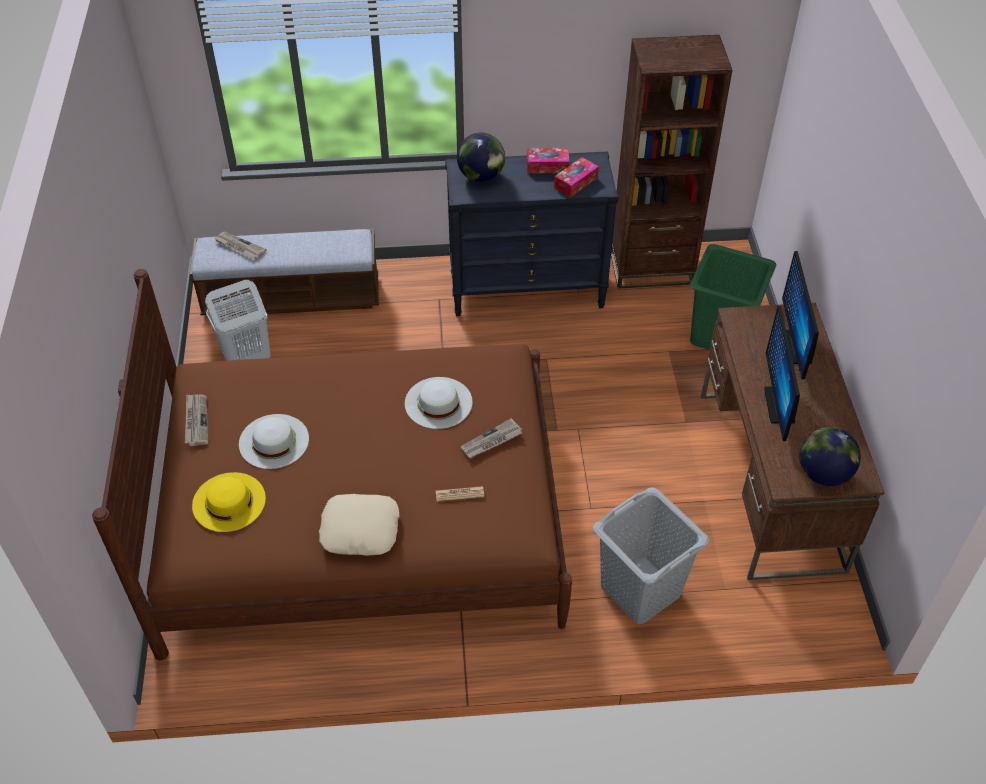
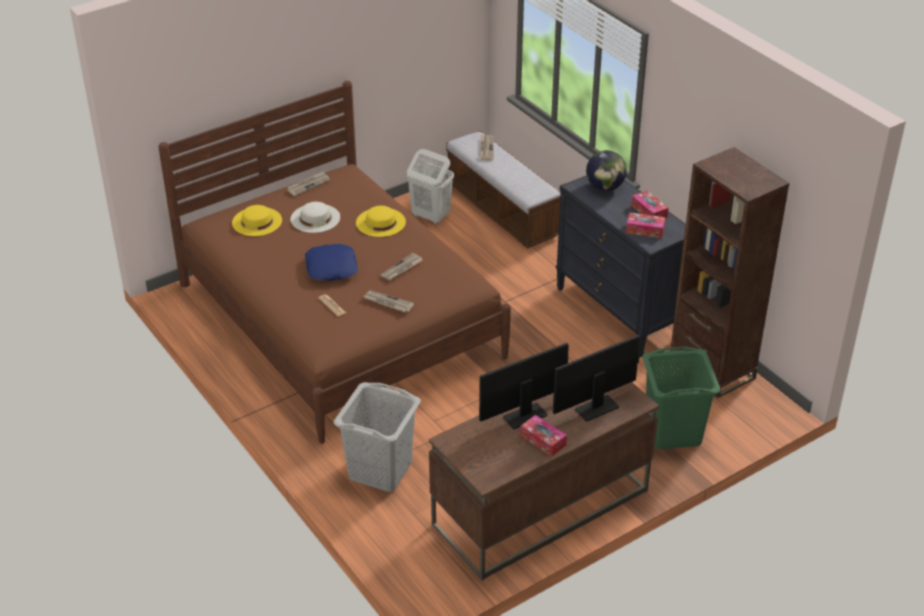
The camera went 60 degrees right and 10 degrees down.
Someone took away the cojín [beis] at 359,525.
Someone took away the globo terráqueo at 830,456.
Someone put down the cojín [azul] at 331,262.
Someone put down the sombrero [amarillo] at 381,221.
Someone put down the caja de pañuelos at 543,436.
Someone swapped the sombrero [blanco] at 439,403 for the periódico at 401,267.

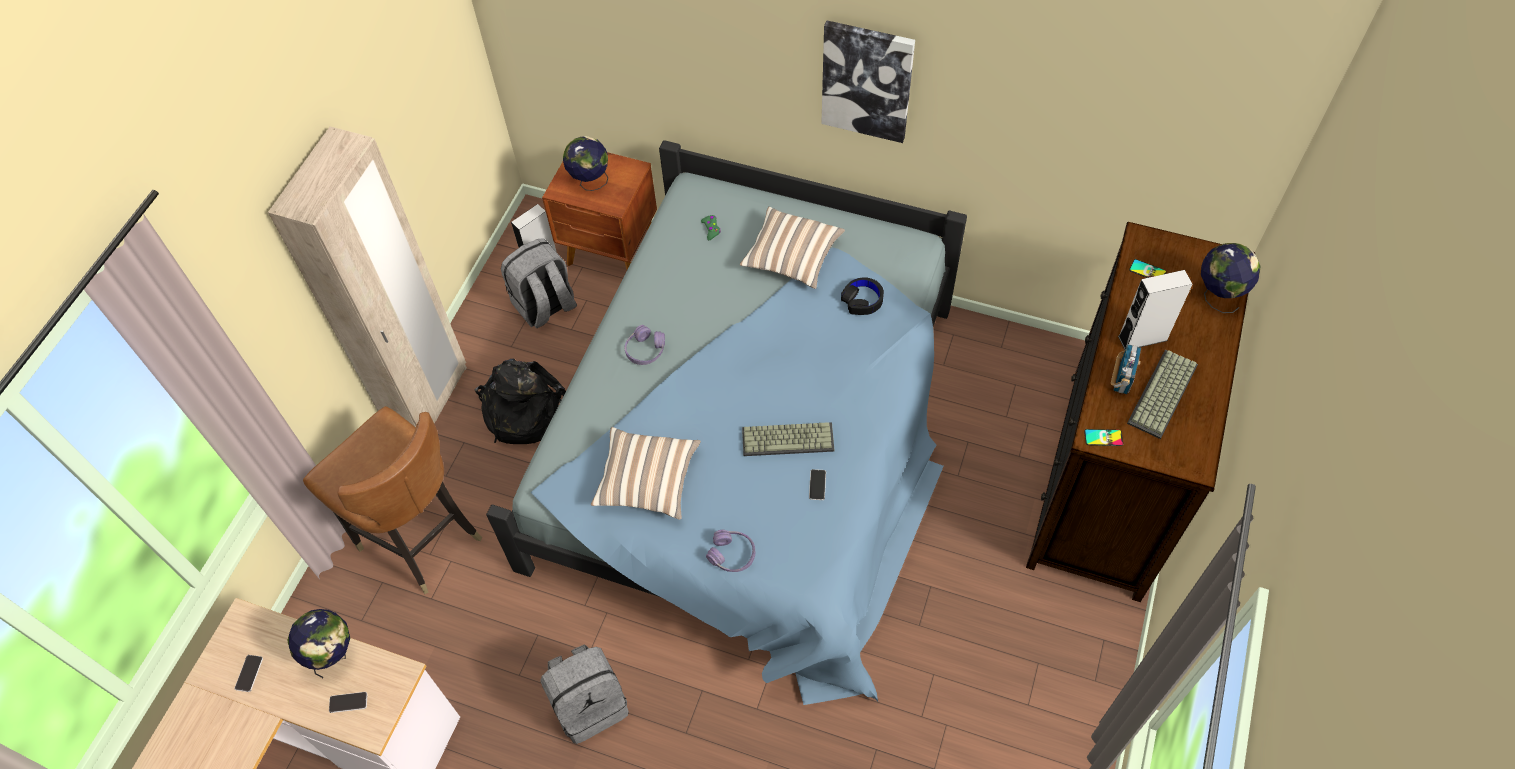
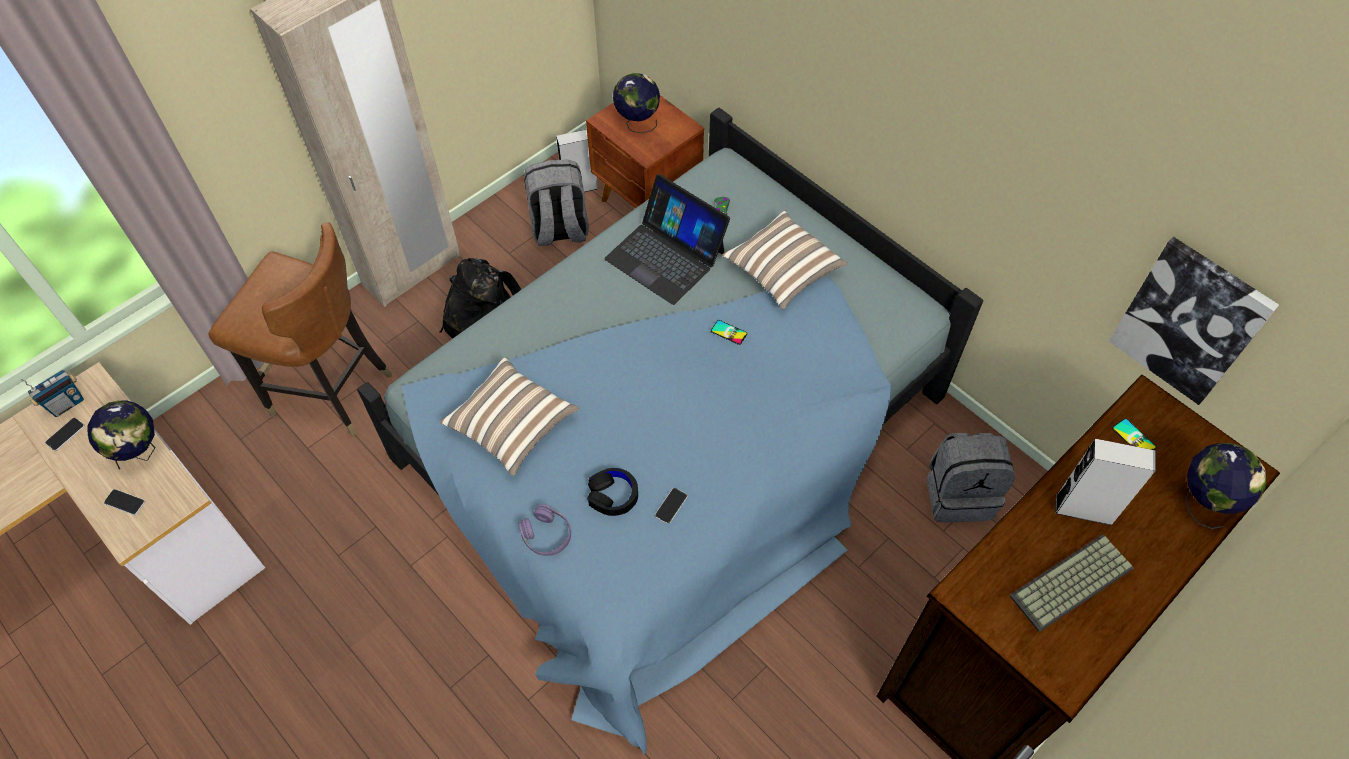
The camera went 25 degrees right and 0 degrees up.
Someone took away the auriculares [morado] at 645,345.
Someone took away the teclado at 788,439.
Someone put down the portátil at 667,239.
Someone carried the mochila [gris] from 584,694 to 971,478.
Someone carried the cuadro from 868,82 to 1194,321.
Someone carried the auriculares [negro] from 862,296 to 612,492.
Someone carried the móvil from 1103,437 to 729,332.
Someone carried the radio from 1126,369 to 52,393.
Someone rotated the silla [marrón] at 392,500 by 45 degrees counterclockwise.

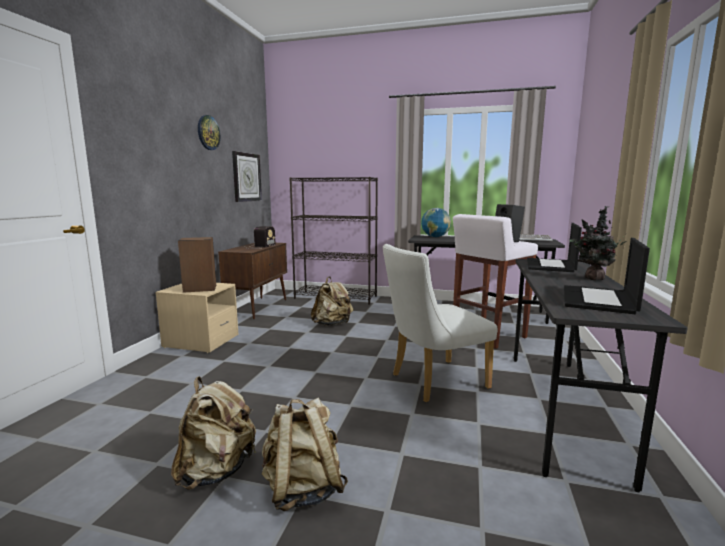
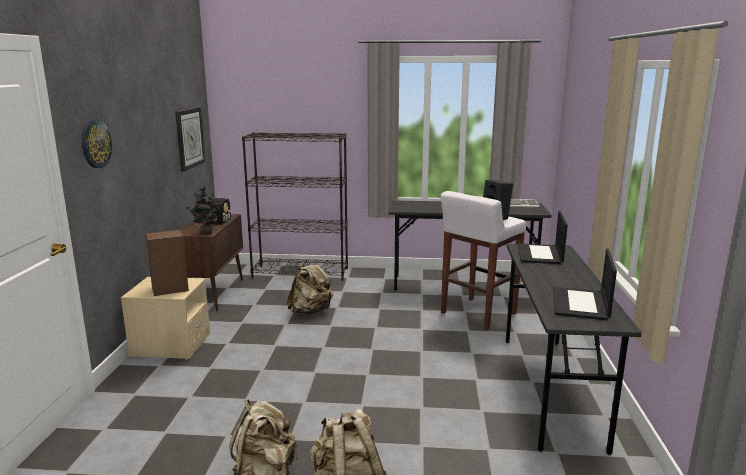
The camera went 10 degrees left and 5 degrees up.
Someone took away the silla [blanco] at 440,323.
Someone took away the globo terráqueo at 436,222.
Someone carried the reloj de pared from 209,132 to 97,143.
Someone carried the planta en maceta from 598,243 to 203,209.

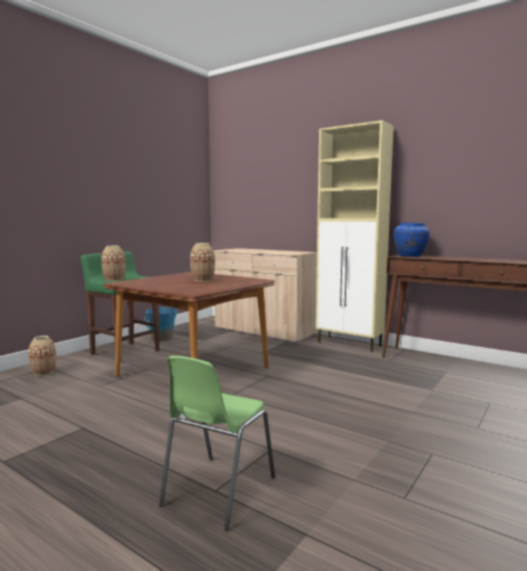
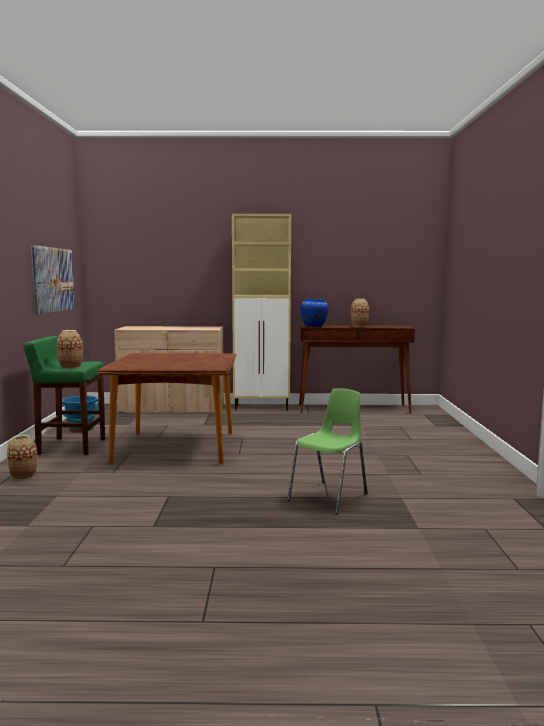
The camera went 35 degrees left and 0 degrees up.
Someone put up the cuadro at 53,279.
Someone carried the florero from 202,262 to 360,313.
Someone rotated the silla [verde] at 217,443 by 135 degrees counterclockwise.

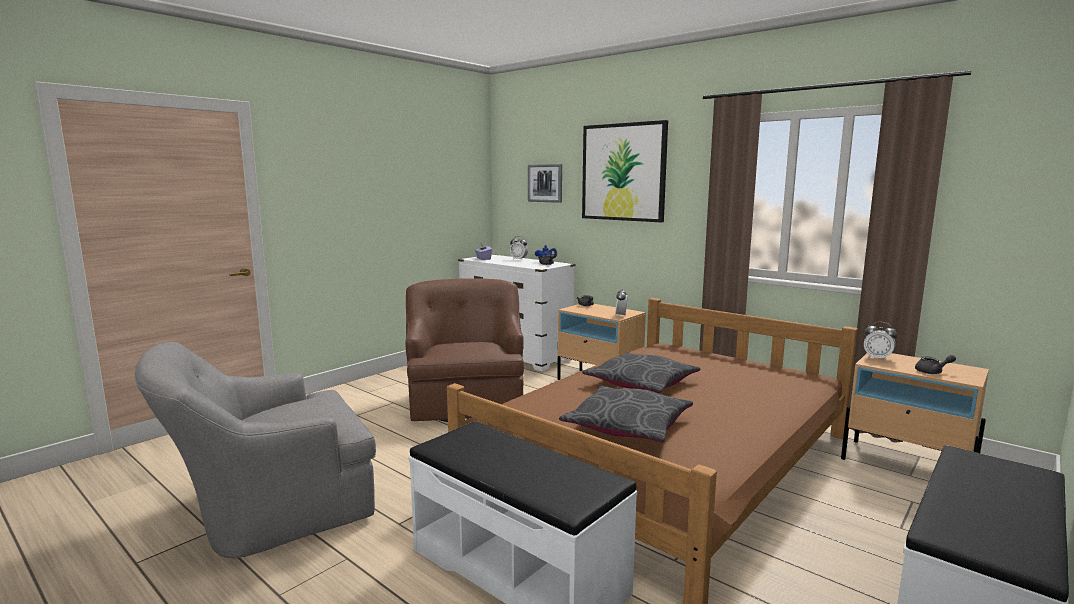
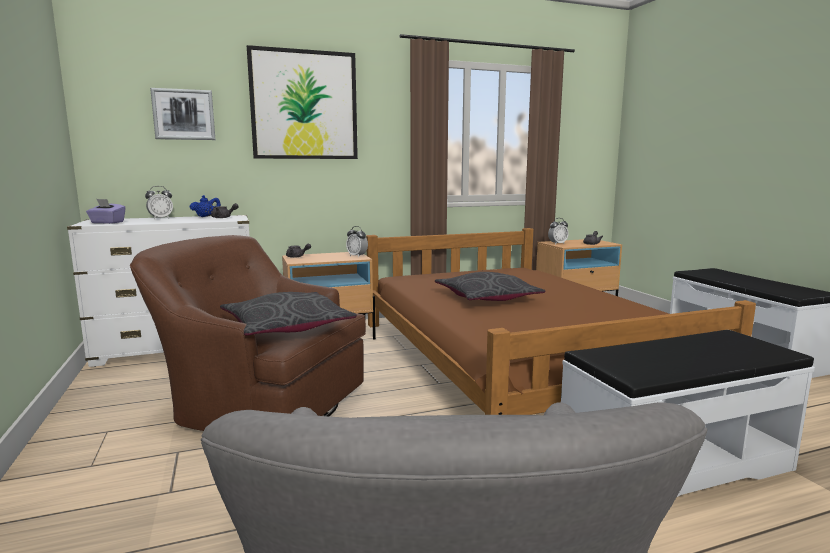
The camera went 60 degrees left and 0 degrees up.
Someone carried the cojín [gris] from 626,413 to 288,313.

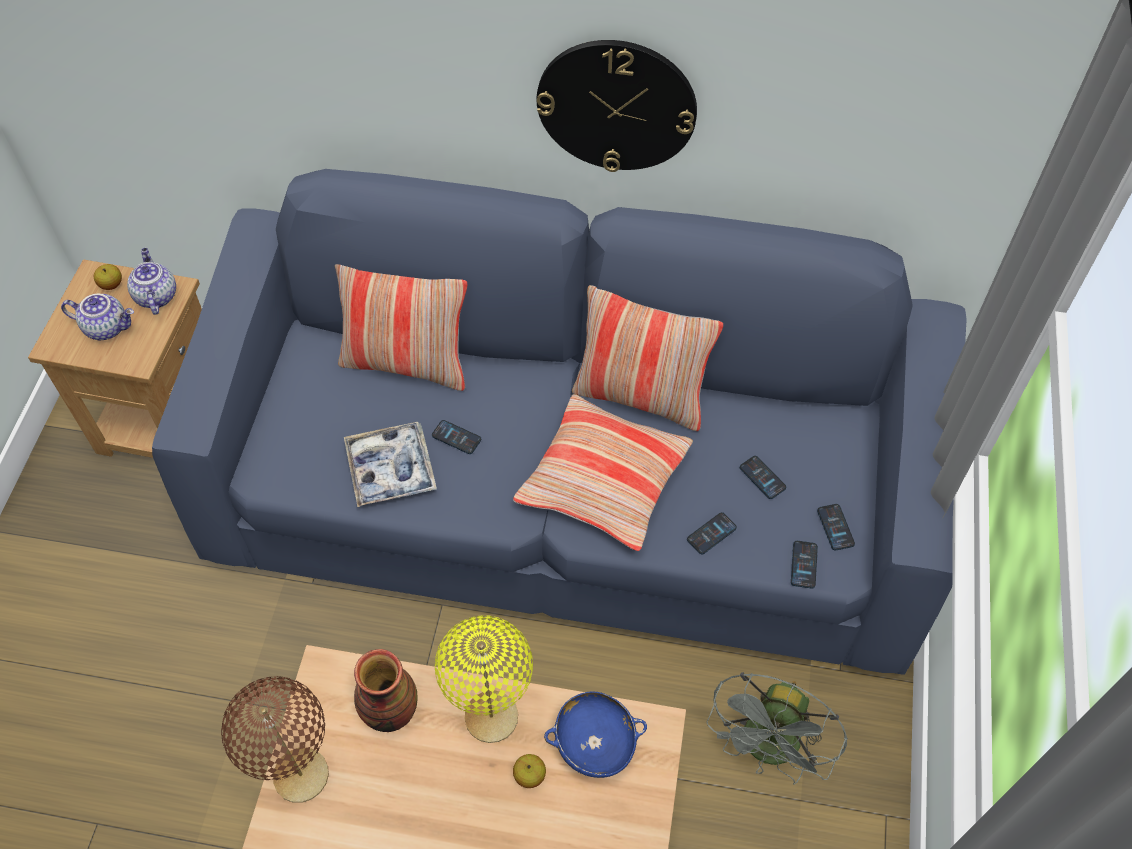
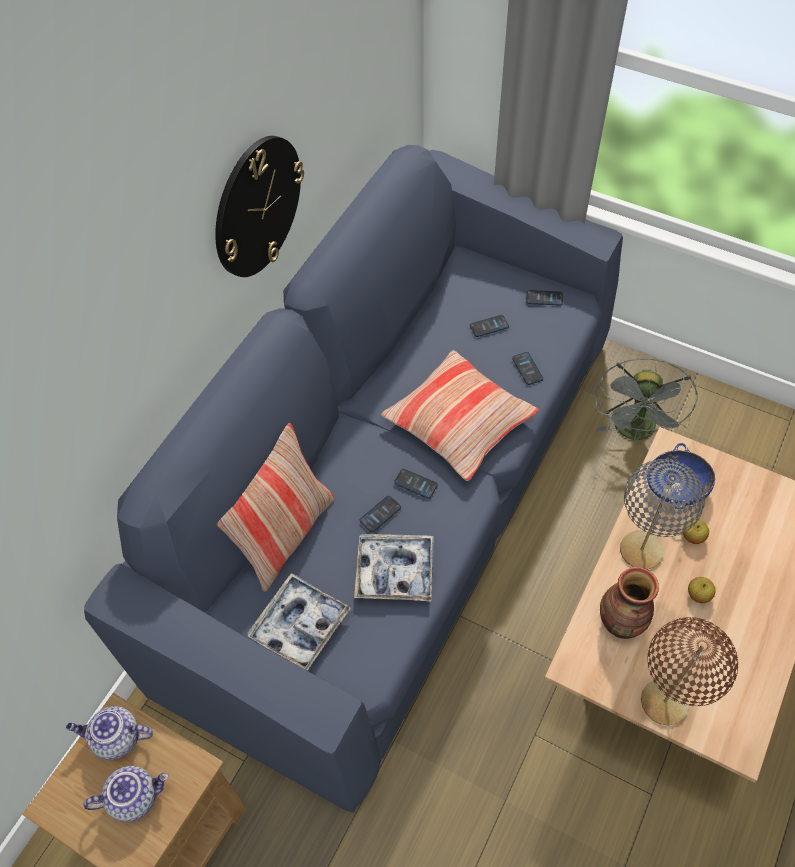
The camera went 70 degrees left and 0 degrees up.
Someone took away the cojín at 647,358.
Someone put down the bandeja at 299,622.
Someone carried the manzana from 108,277 to 702,590.
Someone carried the móvil from 804,565 to 416,484.
Someone repainted the lámpara de mesa [amarillo] at 484,679, which became the lámpara de mesa [gris] at 662,514.
Someone rotated the tetera at 97,317 by 45 degrees clockwise.
Someone rotated the ventilador [gris] at 777,728 by 60 degrees clockwise.

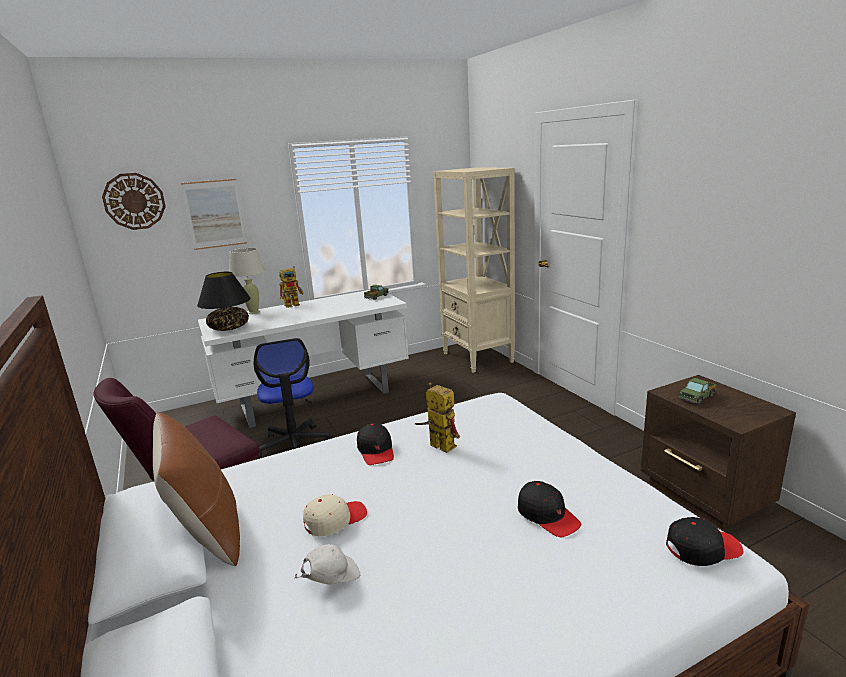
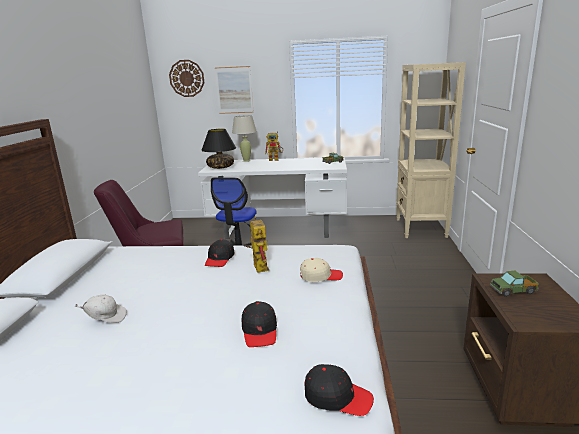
The camera went 30 degrees right and 0 degrees up.
Someone took away the cojín [marrón] at 196,489.
Someone carried the gorra [beis] from 335,515 to 321,270.

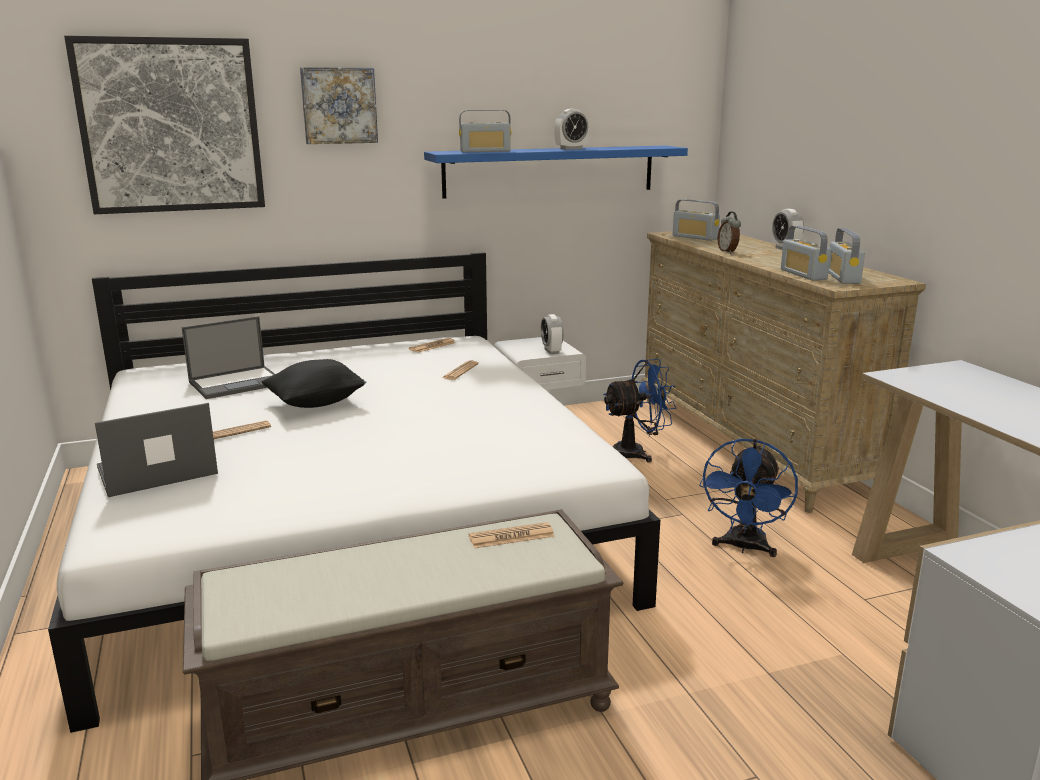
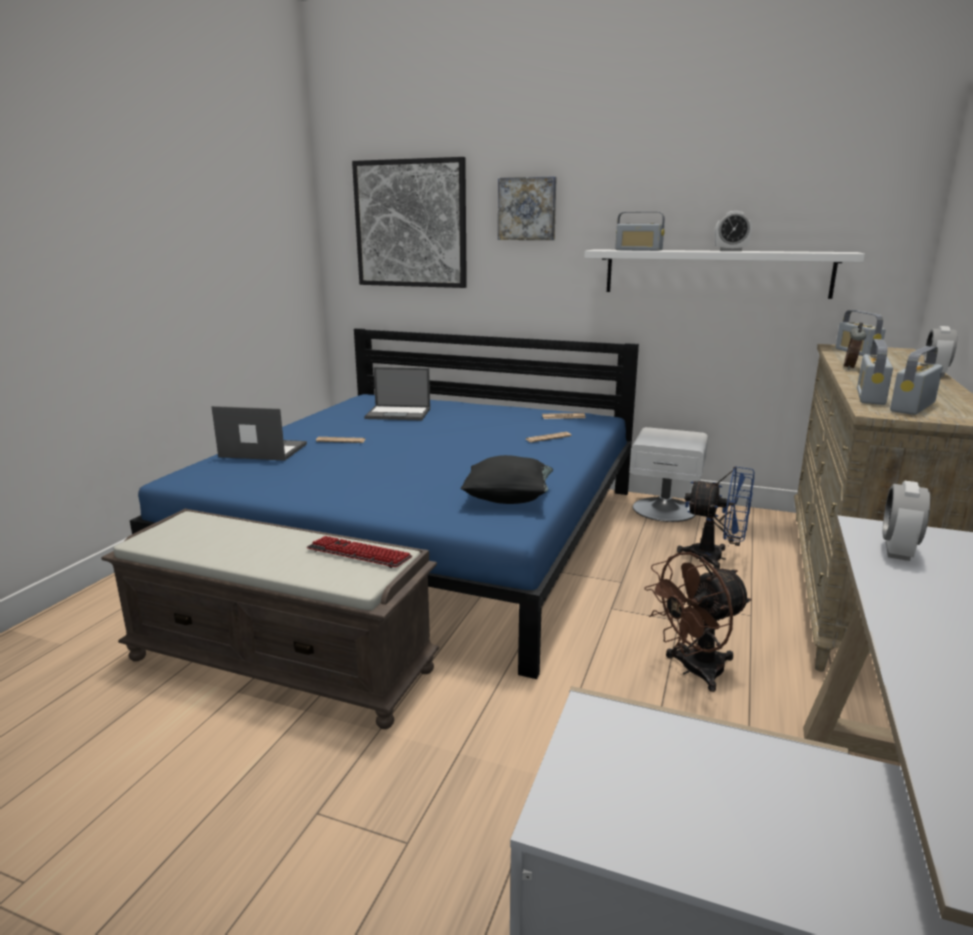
The camera went 40 degrees right and 0 degrees up.
Someone carried the cojín [negro] from 314,383 to 506,479.
Someone carried the despertador from 552,334 to 906,521.
Someone swapped the periódico at 512,535 for the teclado at 359,552.
Someone repainted the cama [blanco] at 354,492, which became the cama [azul] at 384,503.
Someone repainted the estante [azul] at 556,172, which became the estante [blanco] at 724,274.
Someone repainted the ventilador [azul] at 748,498, which became the ventilador [marrón] at 697,622.

